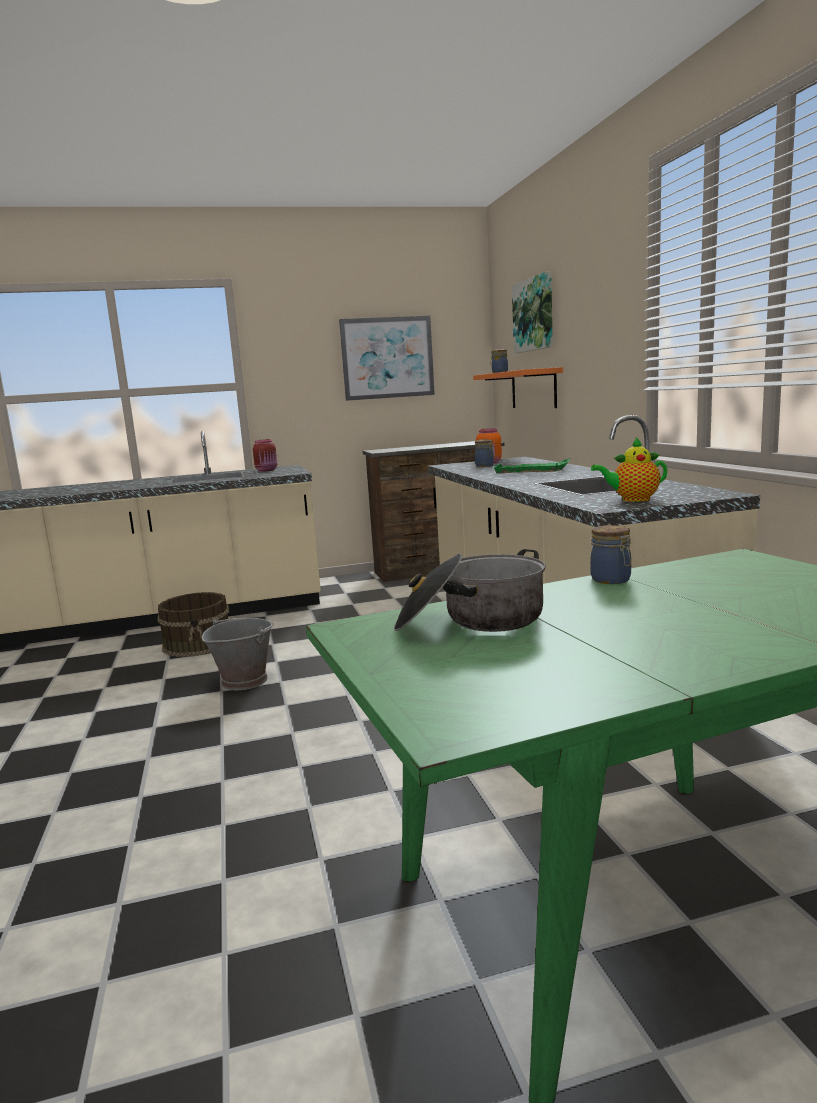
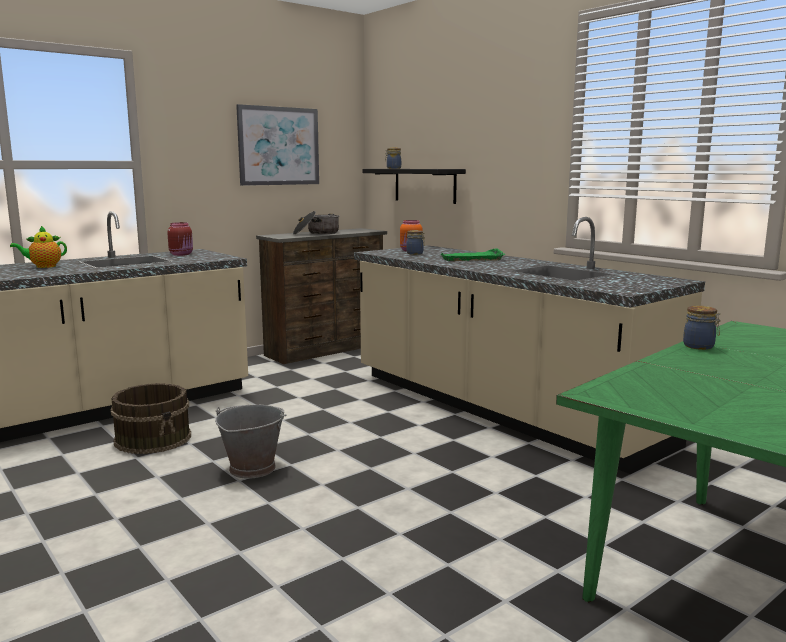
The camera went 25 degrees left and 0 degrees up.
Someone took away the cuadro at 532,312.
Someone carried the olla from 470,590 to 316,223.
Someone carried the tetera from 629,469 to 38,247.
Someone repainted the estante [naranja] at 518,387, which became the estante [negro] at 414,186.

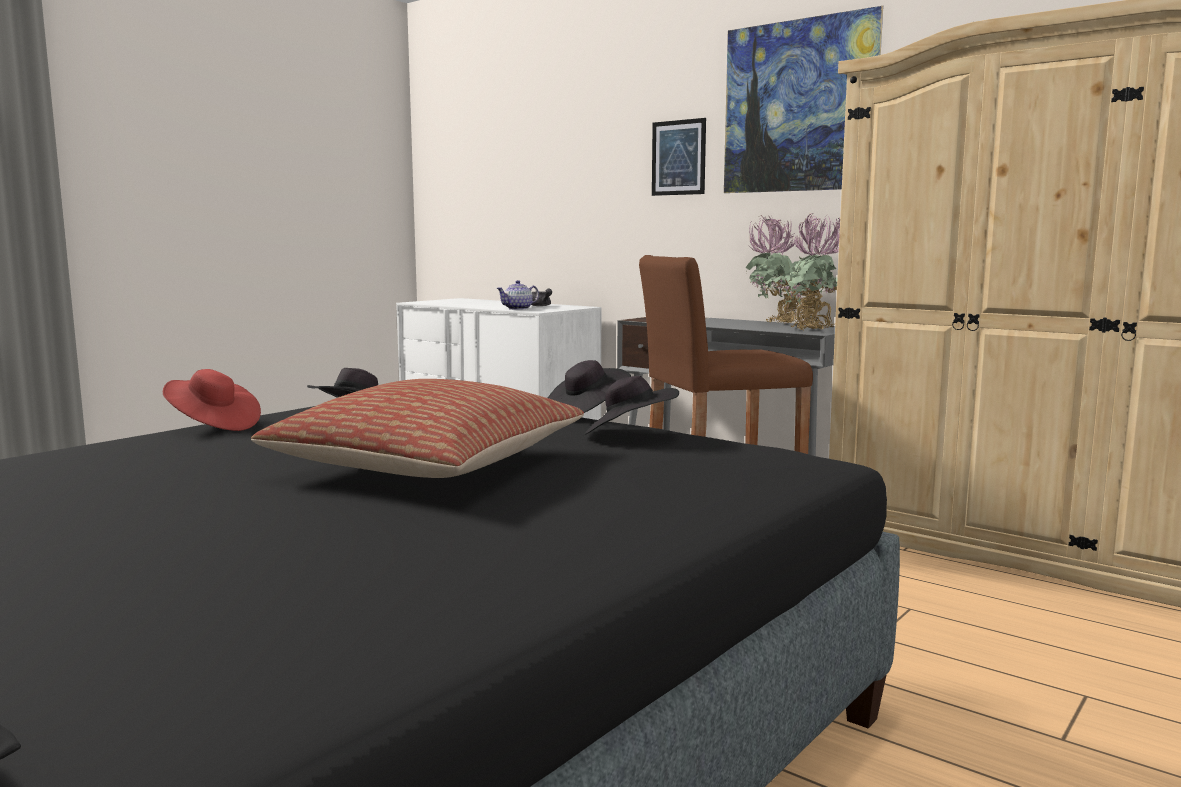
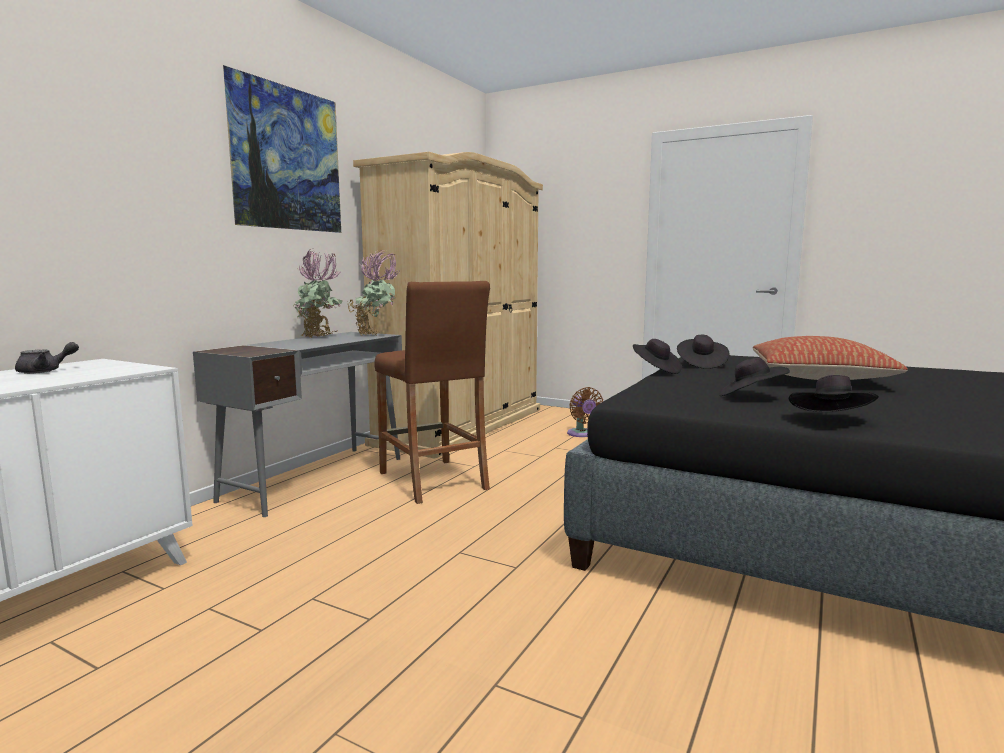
The camera went 100 degrees left and 0 degrees up.
Someone took away the tetera at 517,295.
Someone took away the cuadro at 679,157.
Someone put down the ventilador [marrón] at 585,412.
Someone repainted the sombrero [rojo] at 212,400, which became the sombrero [negro] at 833,393.

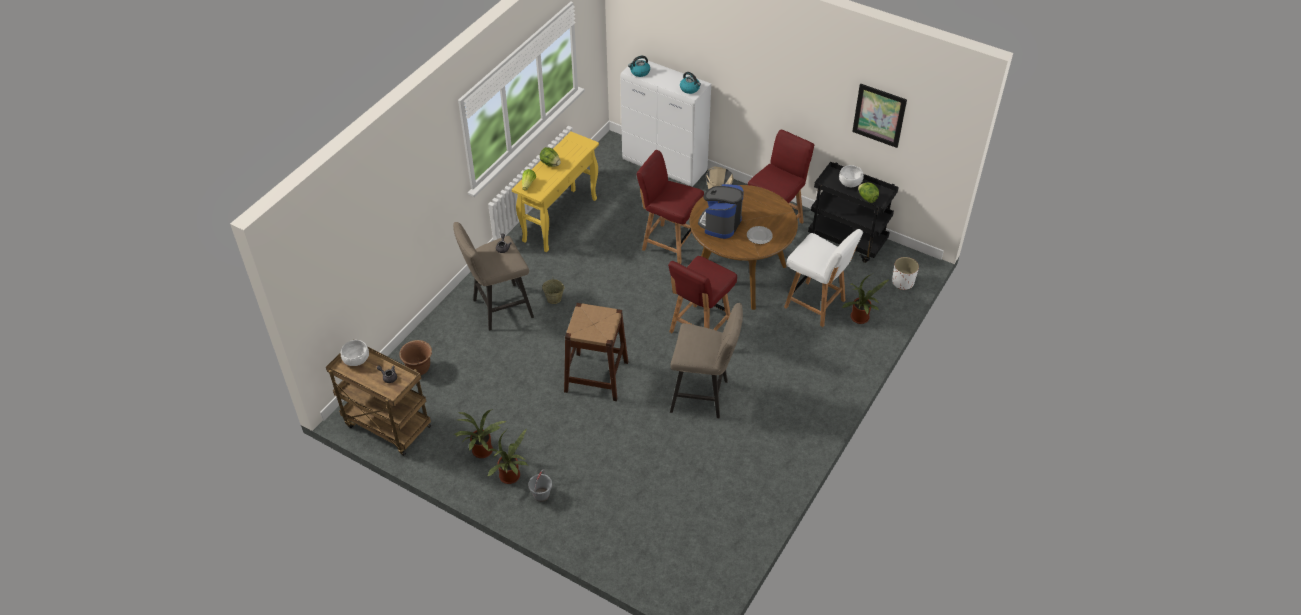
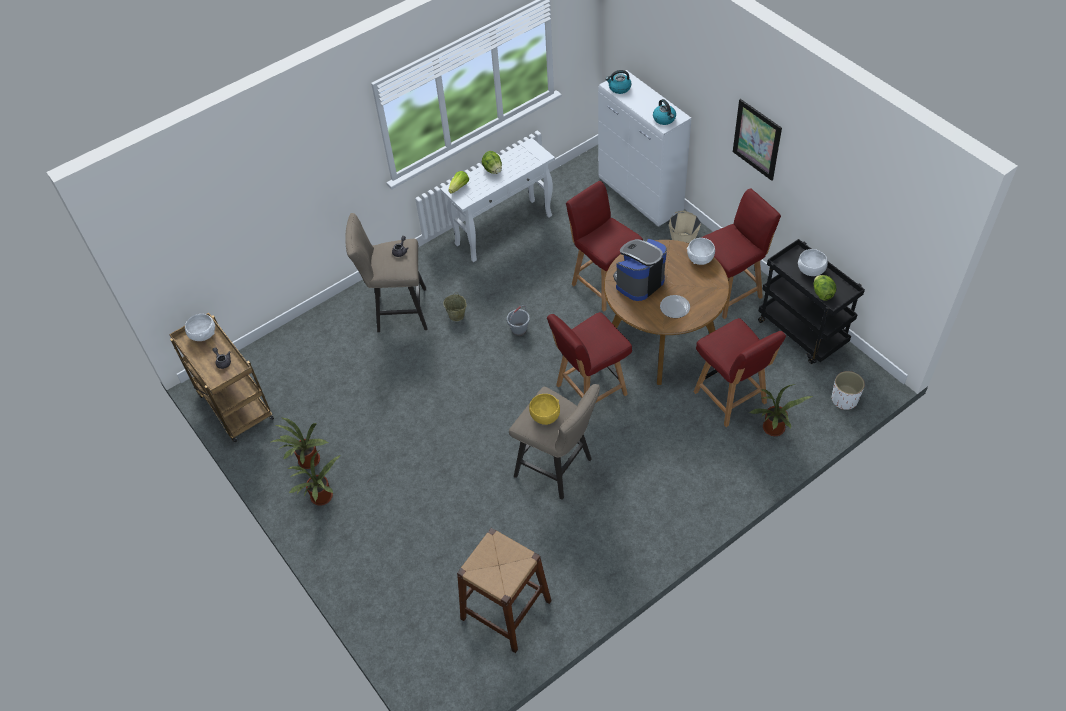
The camera went 25 degrees right and 5 degrees up.
Someone took away the maceta [marrón] at 415,357.
Someone put down the cuenco [amarillo] at 544,409.
Someone put down the cuenco [blanco] at 701,251.
Someone carried the cubo [gris] from 540,485 to 518,320.
Someone carried the taburete [marrón] from 596,352 to 504,590.
Someone carried the cuadro from 879,115 to 757,140.
Someone repainted the mesa consola [amarillo] at 555,191, which became the mesa consola [blanco] at 497,200.
Someone repainted the silla [blanco] at 823,278, which became the silla [rojo] at 739,372.

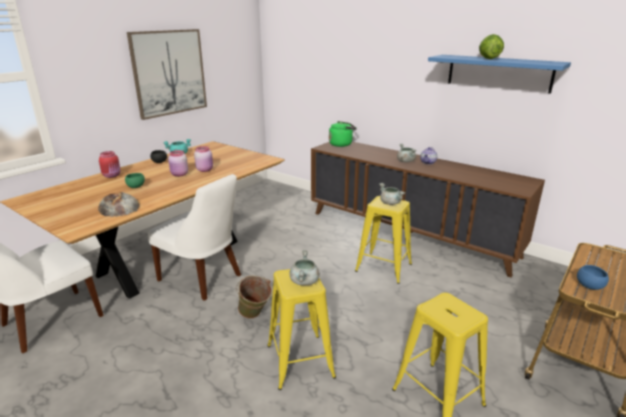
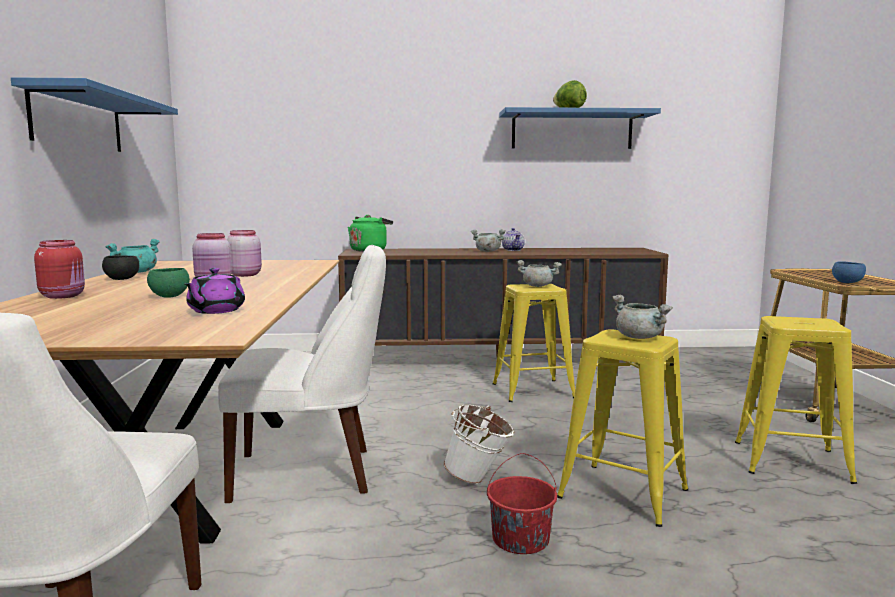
The camera went 40 degrees left and 15 degrees down.
Someone put down the cubo [rojo] at 522,503.
Someone swapped the pan at 119,204 for the tetera [morado] at 215,291.
Someone swapped the cuadro at 167,74 for the estante [azul] at 94,114.
Someone repainted the cubo [verde] at 254,297, which became the cubo [blanco] at 478,444.

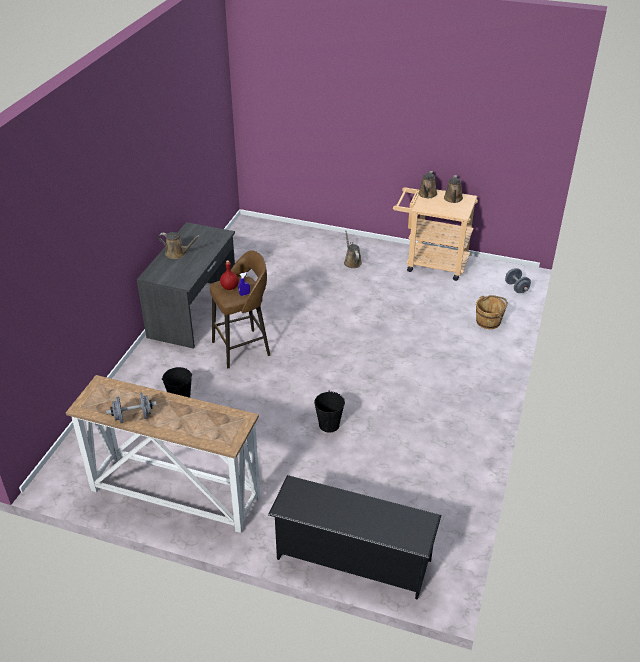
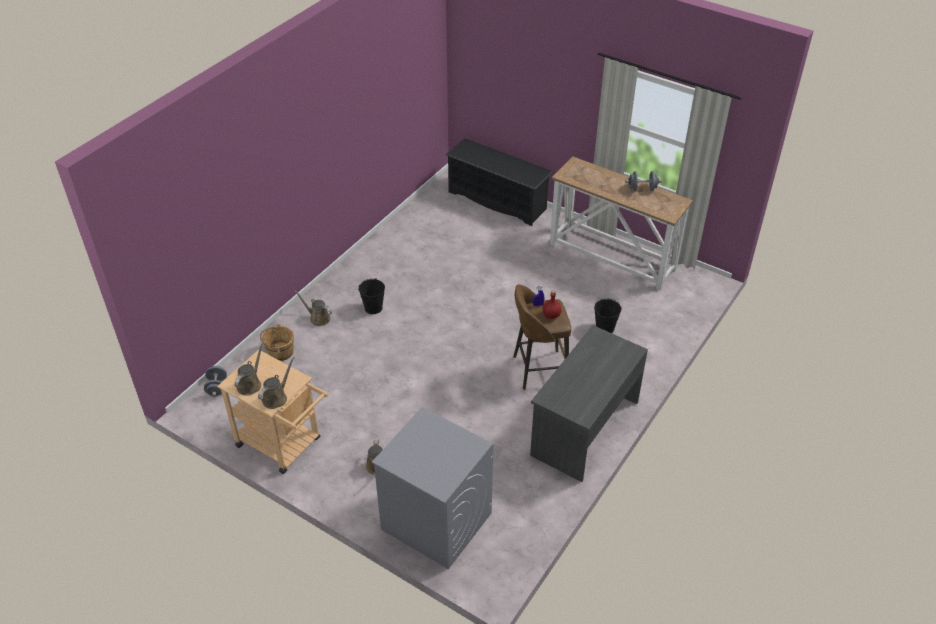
The camera went 165 degrees left and 5 degrees up.
Someone put down the lavadora [gris] at 433,488.
Someone carried the regadera [marrón] from 179,245 to 313,308.
Someone carried the cubo [negro] from 329,411 to 371,296.

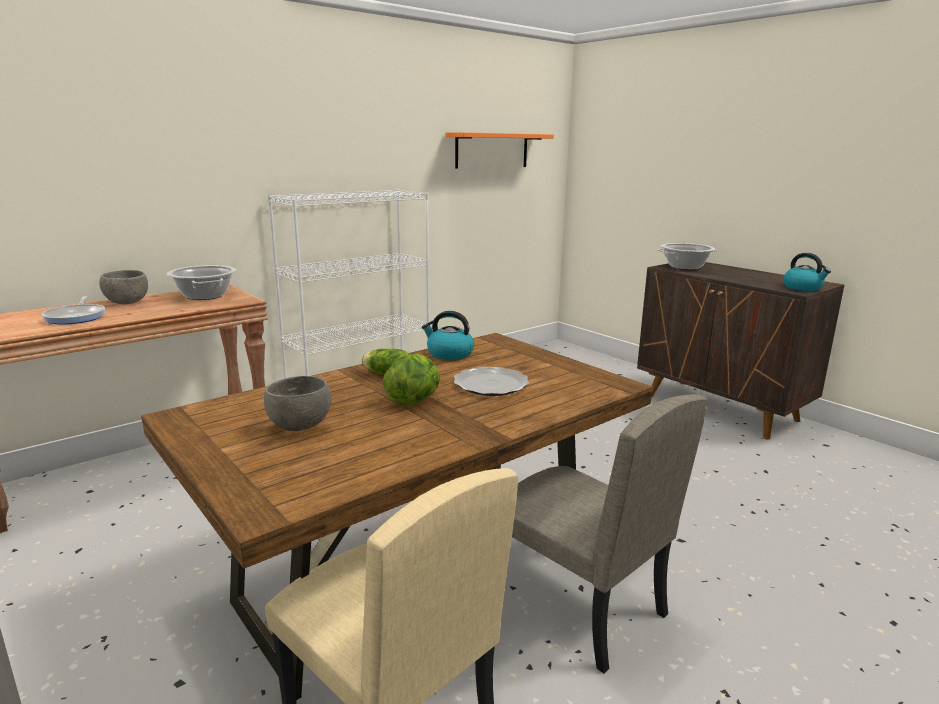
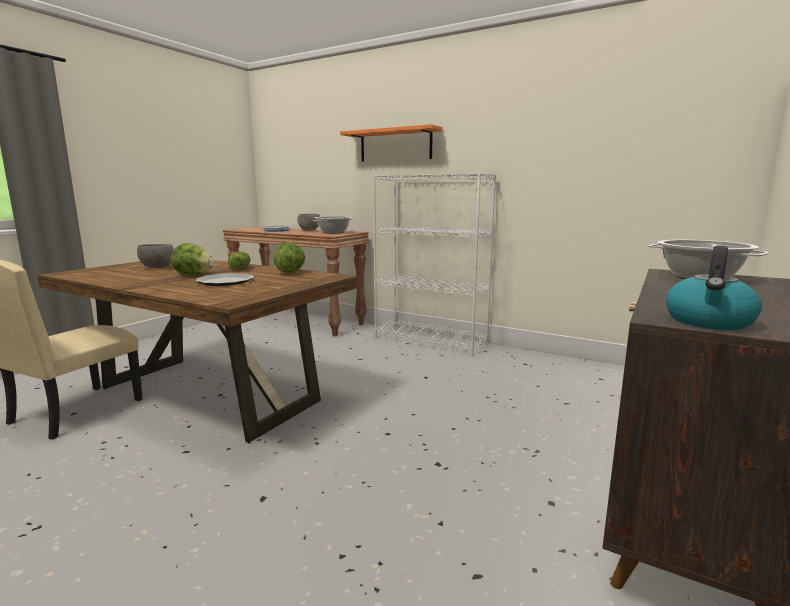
The camera went 70 degrees right and 5 degrees down.
Someone took away the silla [beis] at 610,534.
Someone carried the estante [naranja] from 499,150 to 391,143.
Someone swapped the hervidor at 448,335 for the lechuga at 289,258.

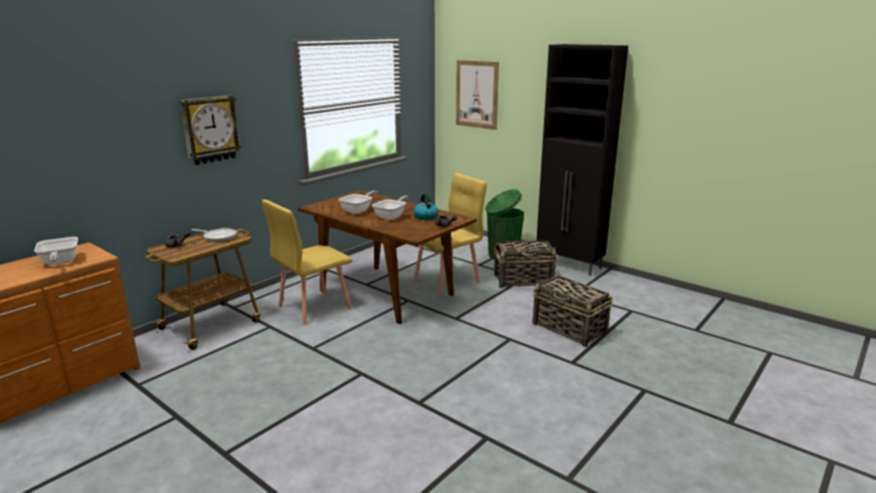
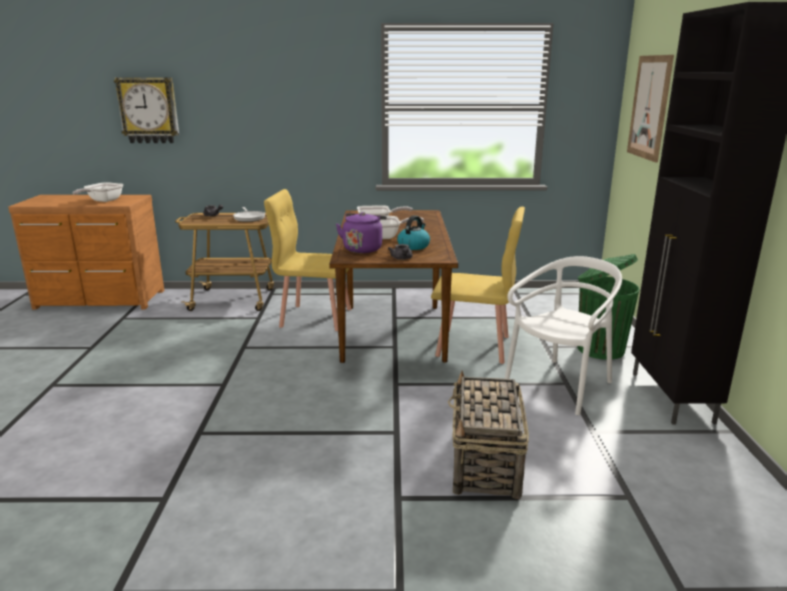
The camera went 50 degrees right and 0 degrees up.
Someone put down the hervidor [morado] at 361,232.
Someone carried the reloj de pared from 211,130 to 146,110.
Someone swapped the cesta at 525,264 for the silla [blanco] at 563,335.

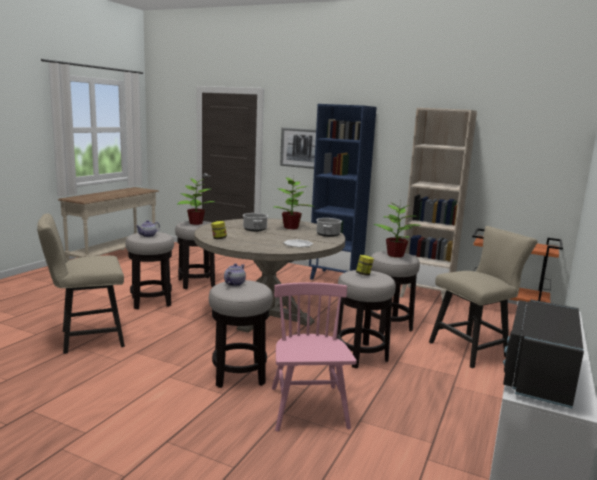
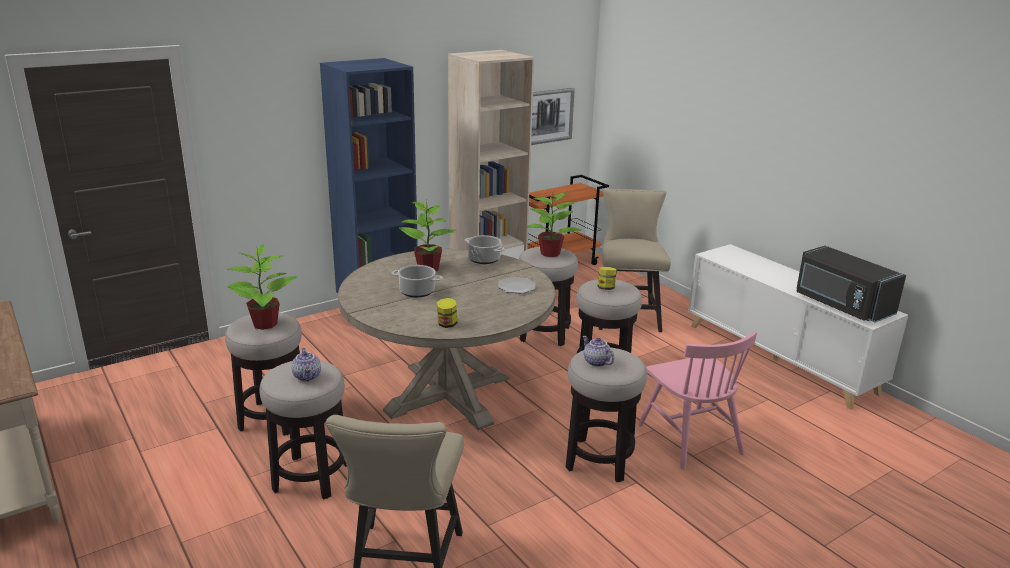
The camera went 60 degrees left and 10 degrees up.
Someone carried the cuadro from 298,148 to 553,116.
Someone rotated the silla [rosa] at 314,356 by 135 degrees counterclockwise.

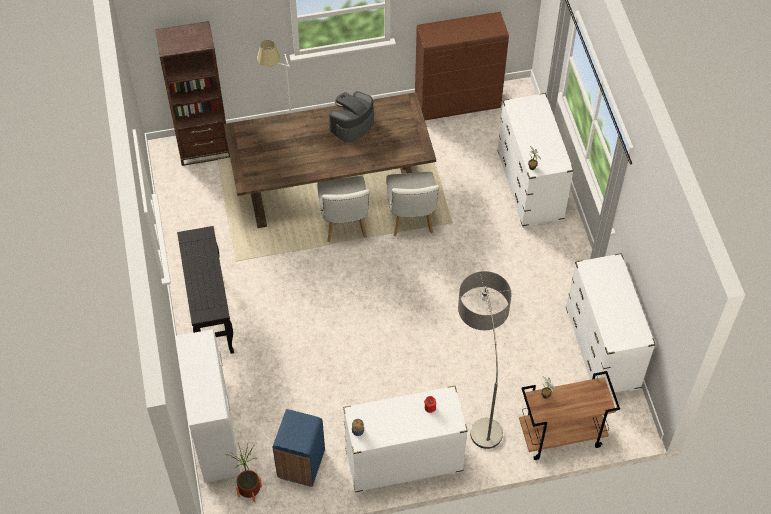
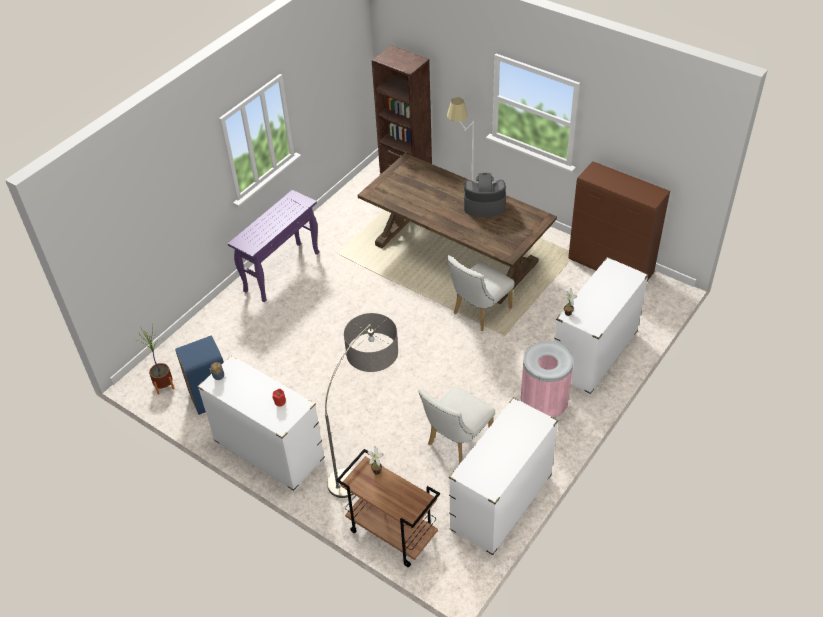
The camera went 50 degrees right and 10 degrees down.
Someone took away the armario [blanco] at 208,406.
Someone put down the papelera [rosa] at 547,379.
Someone carried the silla [blanco] from 343,209 to 456,425.
Someone repainted the mesa consola [negro] at 205,290, which became the mesa consola [morado] at 273,246.

